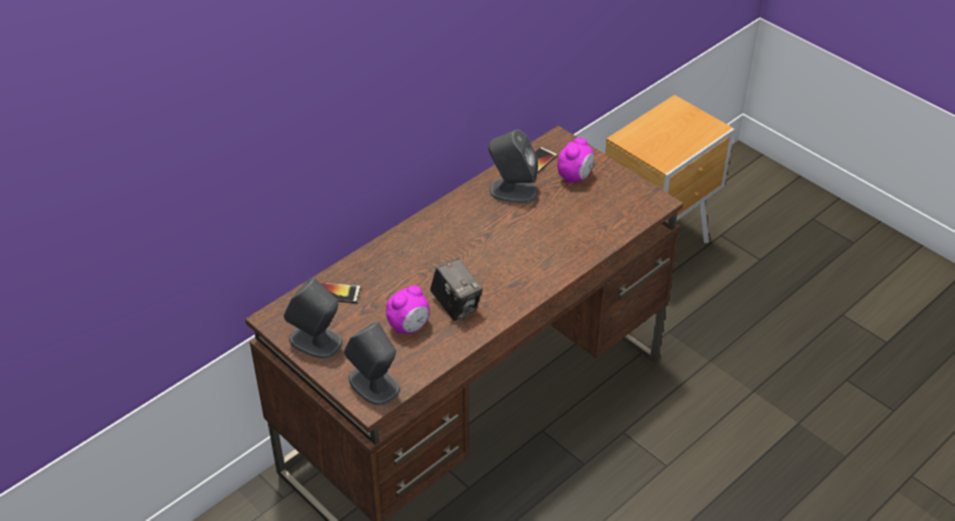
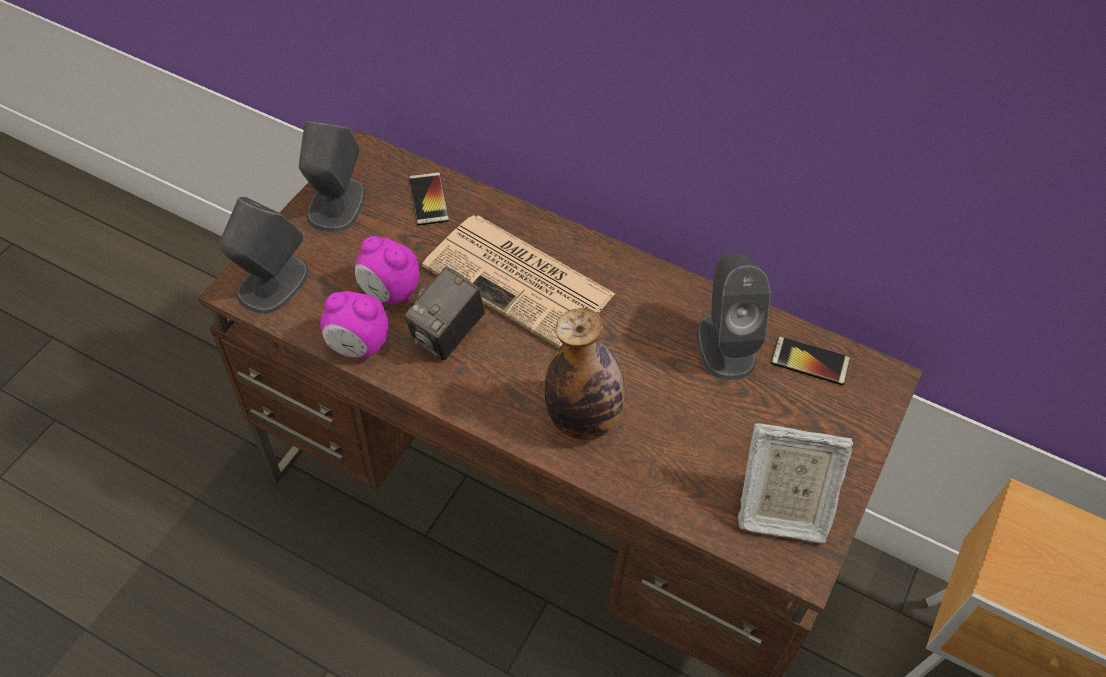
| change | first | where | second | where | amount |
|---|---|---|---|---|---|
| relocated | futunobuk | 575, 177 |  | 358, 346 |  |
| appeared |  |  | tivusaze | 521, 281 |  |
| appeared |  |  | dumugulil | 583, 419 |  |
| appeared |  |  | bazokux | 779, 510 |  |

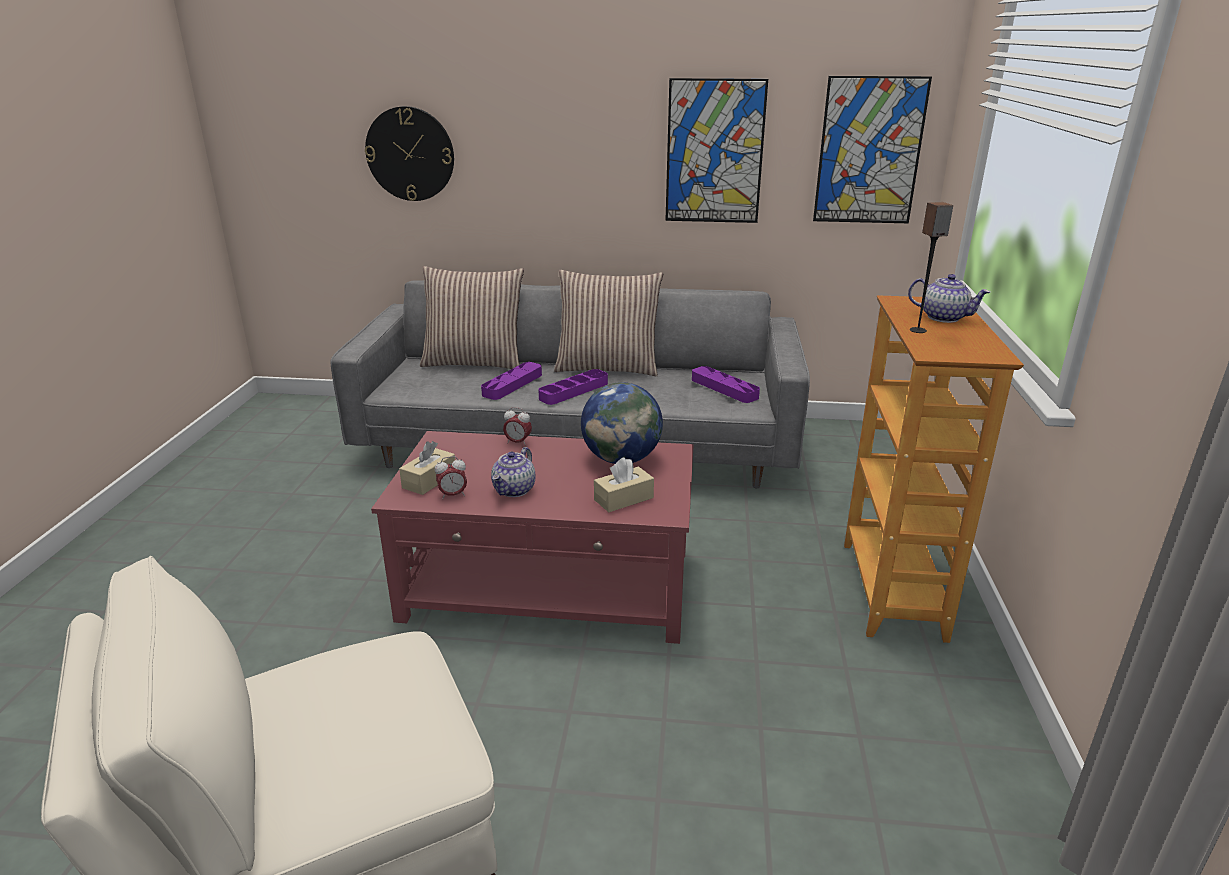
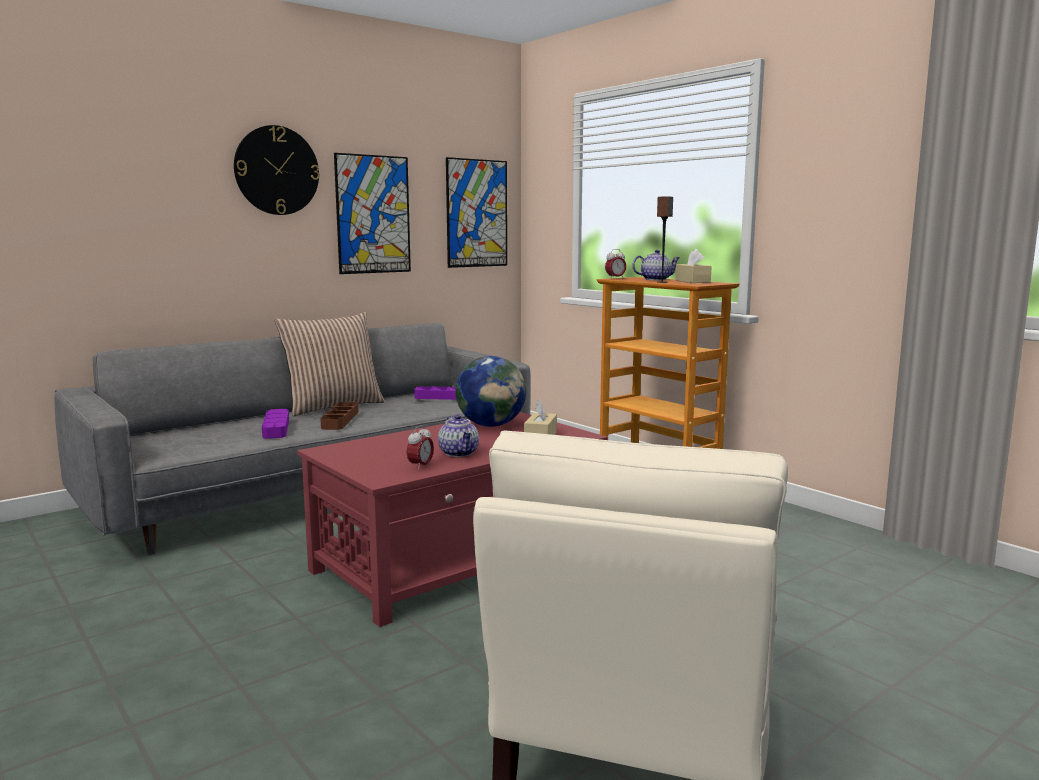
| change | first | where | second | where | amount |
|---|---|---|---|---|---|
| relocated | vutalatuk | 410, 154 |  | 277, 170 |  |
| missing | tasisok | 474, 362 |  |  |  |
| colour | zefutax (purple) | 574, 391 | zefutax (brown) | 340, 420 |  |
| relocated | futunobuk | 518, 442 |  | 615, 278 |  |
| relocated | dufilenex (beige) | 429, 480 |  | 692, 281 |  |

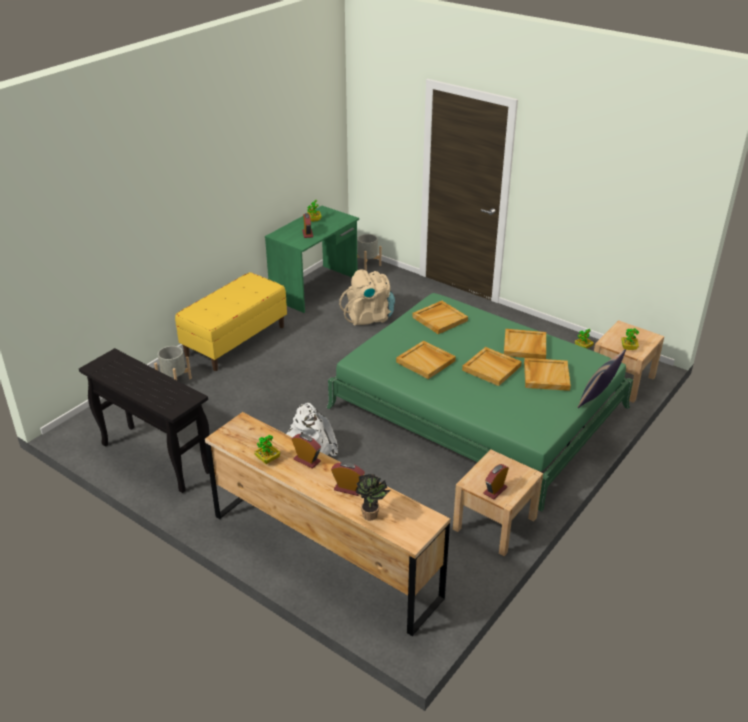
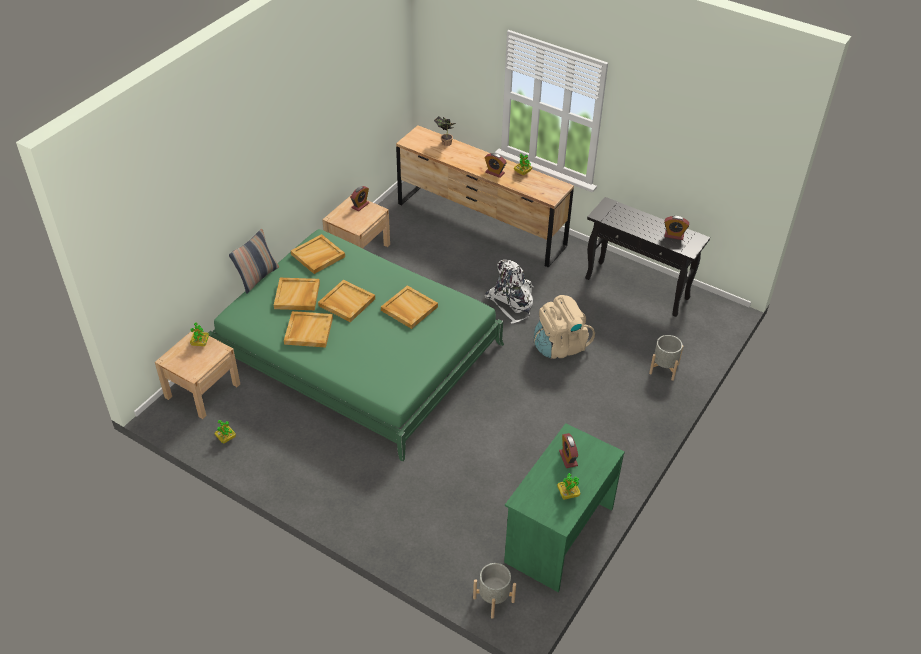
| change | first | where | second | where | amount |
|---|---|---|---|---|---|
| relocated | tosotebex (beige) | 369, 317 |  | 560, 346 |  |
| missing | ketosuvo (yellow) | 235, 341 |  |  |  |
| relocated | zefutax (beige) | 440, 319 |  | 318, 256 |  |
| relocated | futunobuk | 348, 489 |  | 674, 235 |  |

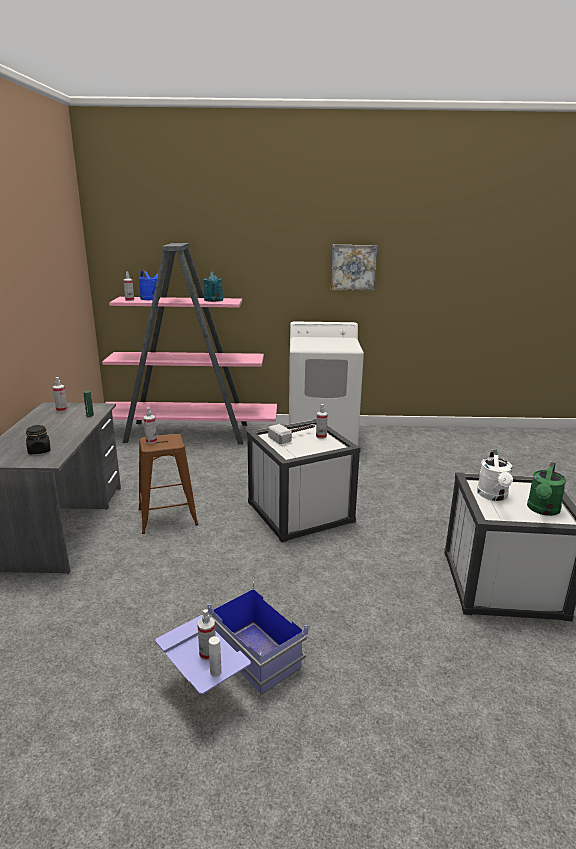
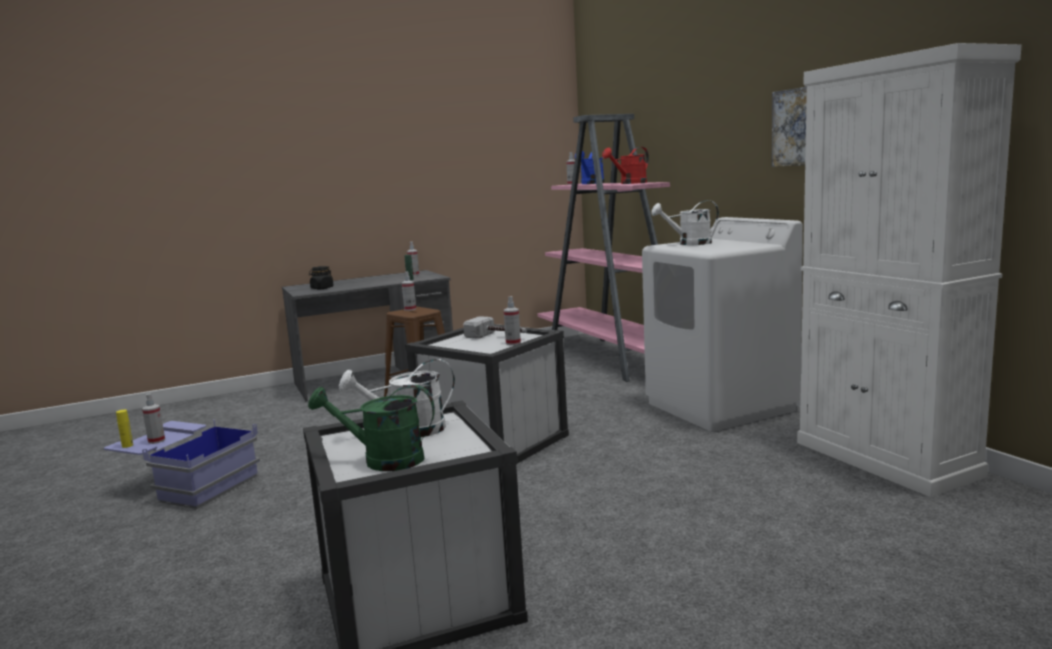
| change | first | where | second | where | amount |
|---|---|---|---|---|---|
| colour | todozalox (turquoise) | 214, 300 | todozalox (red) | 630, 183 |  |
| colour | dumugulil (white) | 215, 672 | dumugulil (yellow) | 127, 445 |  |
| appeared |  |  | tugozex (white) | 885, 459 |  |
| appeared |  |  | todozalox (white) | 689, 243 |  |

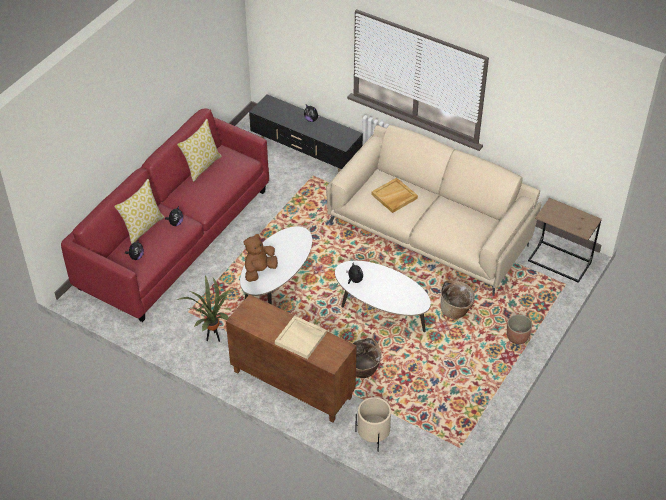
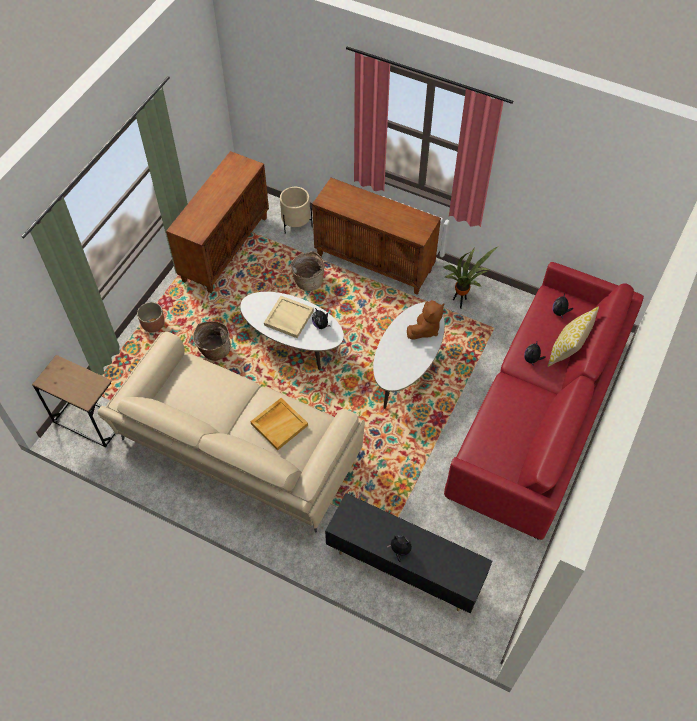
| change | first | where | second | where | amount |
|---|---|---|---|---|---|
| missing | tasisok | 202, 166 |  |  |  |
| relocated | zefutax (beige) | 301, 338 |  | 288, 318 |  |
| appeared |  |  | tugozex (brown) | 225, 248 |  |

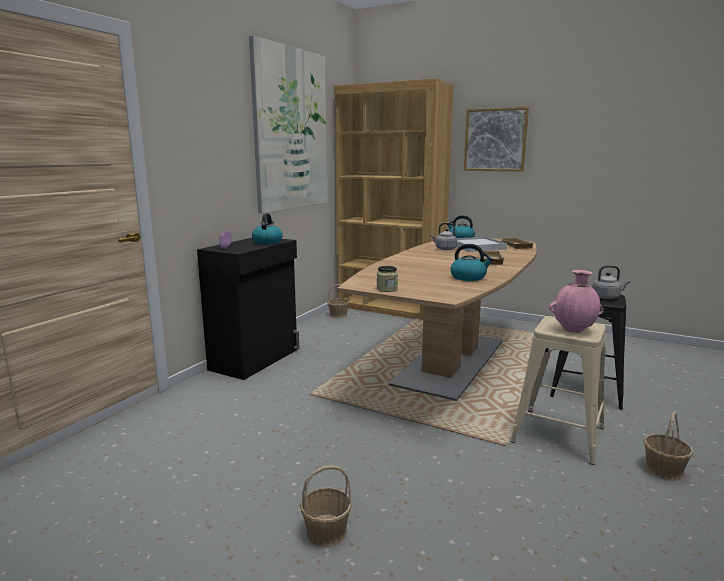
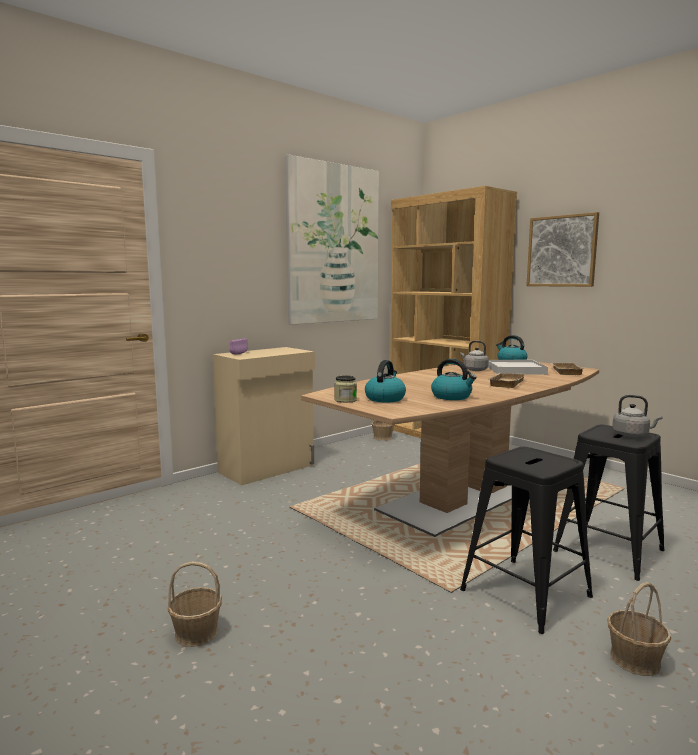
| change | first | where | second | where | amount |
|---|---|---|---|---|---|
| relocated | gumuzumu | 267, 242 |  | 385, 398 |  |
| colour | tugozex (black) | 256, 359 | tugozex (beige) | 268, 469 |  |
| missing | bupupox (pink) | 574, 330 |  |  |  |
| colour | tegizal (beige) | 558, 435 | tegizal (black) | 525, 593 |  |

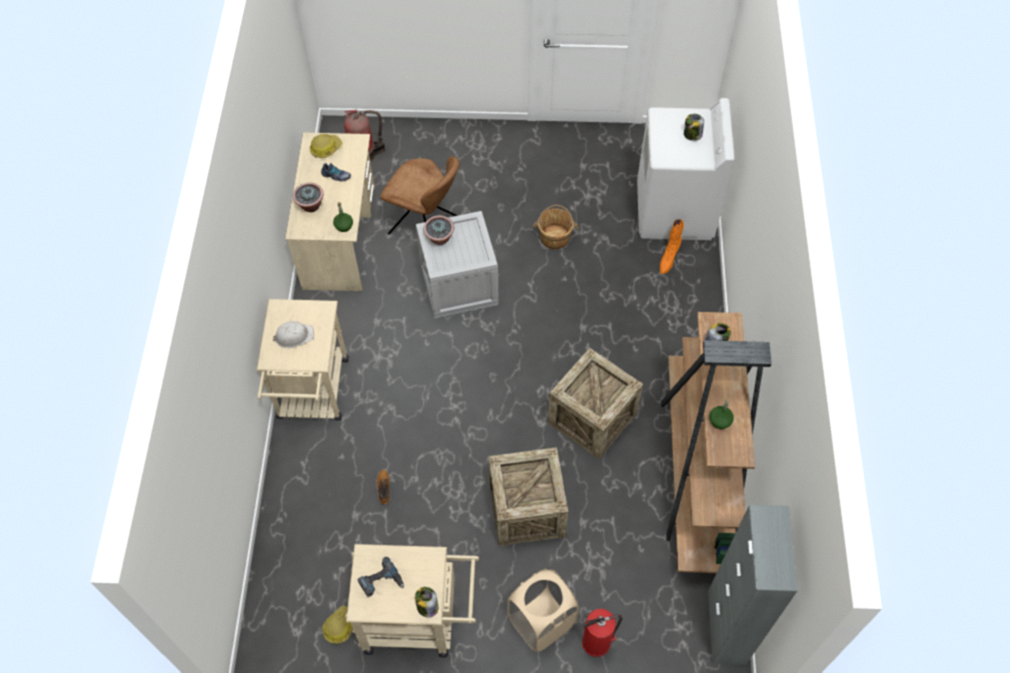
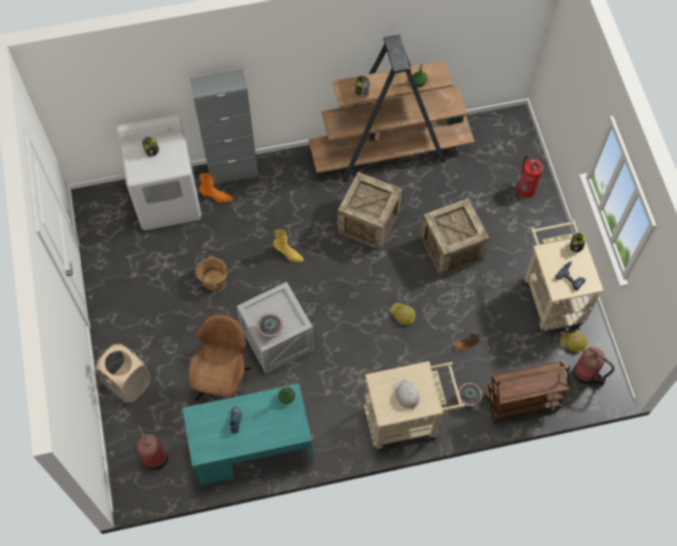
| change | first | where | second | where | amount |
|---|---|---|---|---|---|
| colour | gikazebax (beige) | 339, 237 | gikazebax (turquoise) | 252, 448 |  |
| relocated | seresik | 325, 148 |  | 403, 315 |  |
| relocated | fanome | 310, 206 |  | 468, 399 |  |
| relocated | tugozex (grey) | 726, 627 |  | 233, 171 |  |
| relocated | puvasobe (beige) | 541, 622 |  | 128, 383 |  |
| appeared |  |  | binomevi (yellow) | 288, 254 |  |
| appeared |  |  | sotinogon | 586, 375 |  |
| appeared |  |  | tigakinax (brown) | 521, 402 |  |

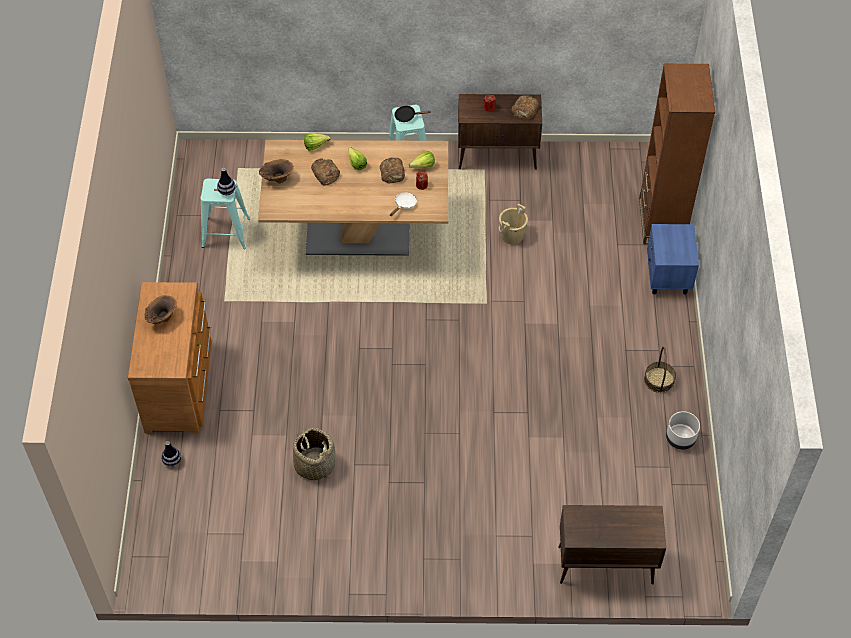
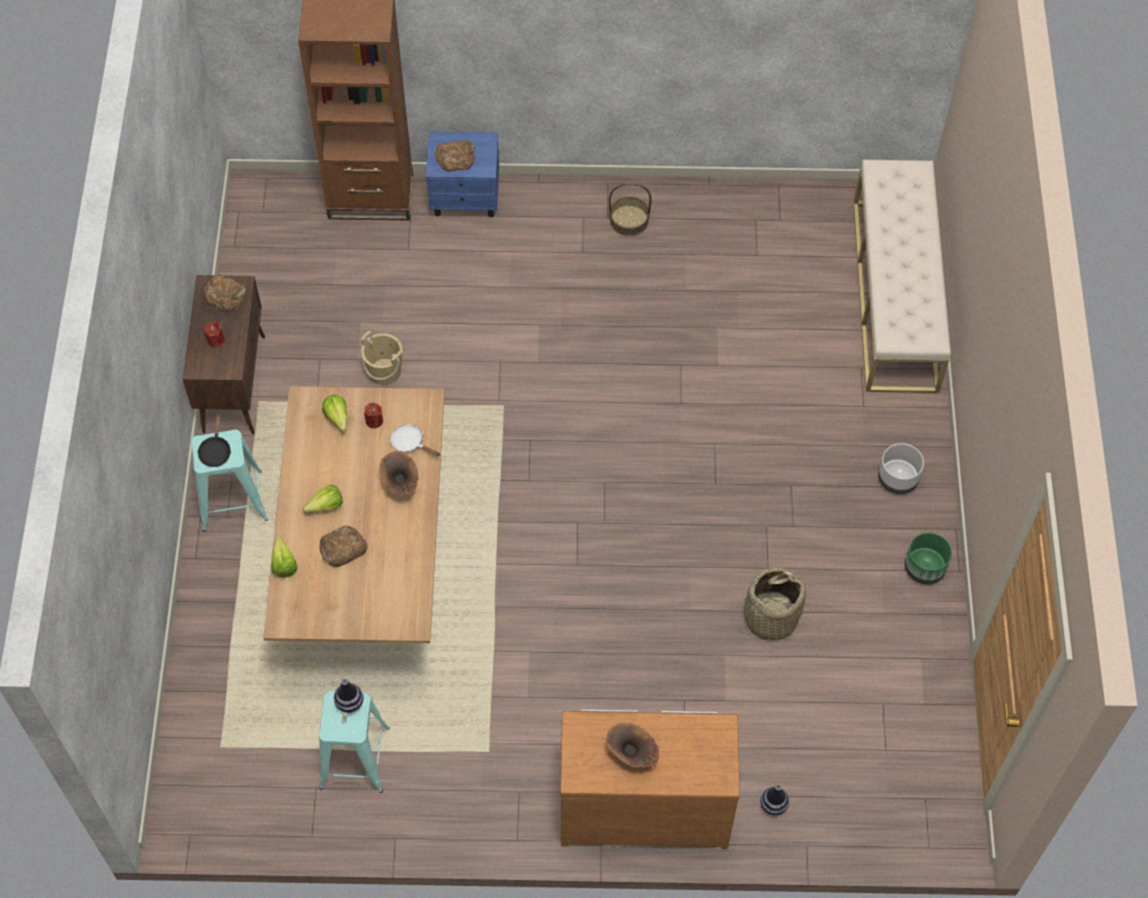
| change | first | where | second | where | amount |
|---|---|---|---|---|---|
| relocated | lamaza | 392, 173 |  | 455, 158 |  |
| relocated | bupupox (brown) | 277, 179 |  | 400, 485 |  |
| relocated | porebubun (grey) | 680, 439 |  | 897, 479 |  |
| exchanged | tugozex (brown) | 604, 565 | ketosuvo (beige) | 895, 295 |  |
| appeared |  |  | porebubun (green) | 924, 568 |  |

